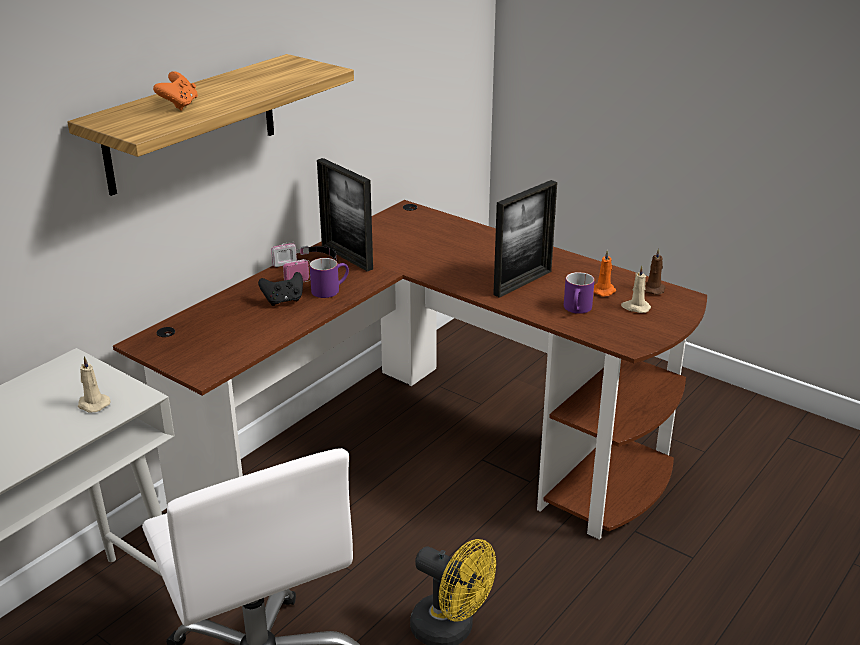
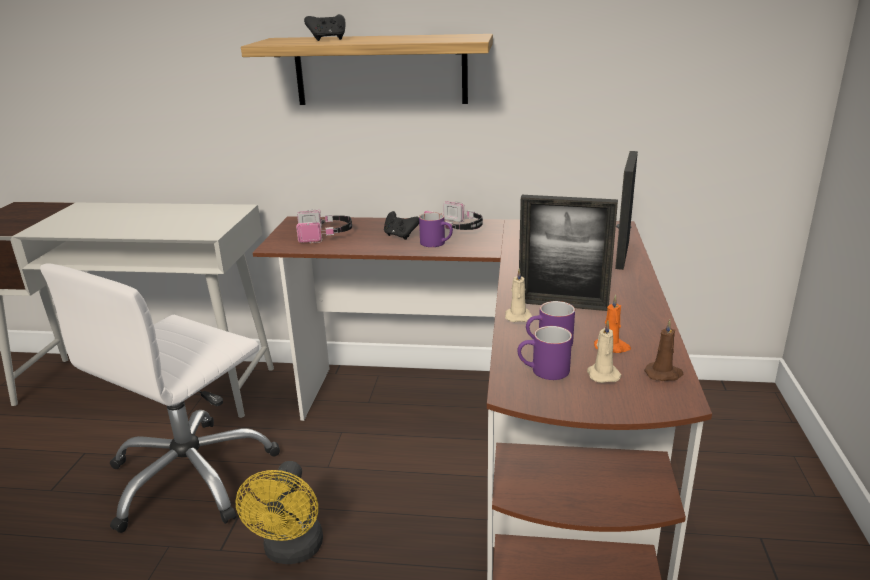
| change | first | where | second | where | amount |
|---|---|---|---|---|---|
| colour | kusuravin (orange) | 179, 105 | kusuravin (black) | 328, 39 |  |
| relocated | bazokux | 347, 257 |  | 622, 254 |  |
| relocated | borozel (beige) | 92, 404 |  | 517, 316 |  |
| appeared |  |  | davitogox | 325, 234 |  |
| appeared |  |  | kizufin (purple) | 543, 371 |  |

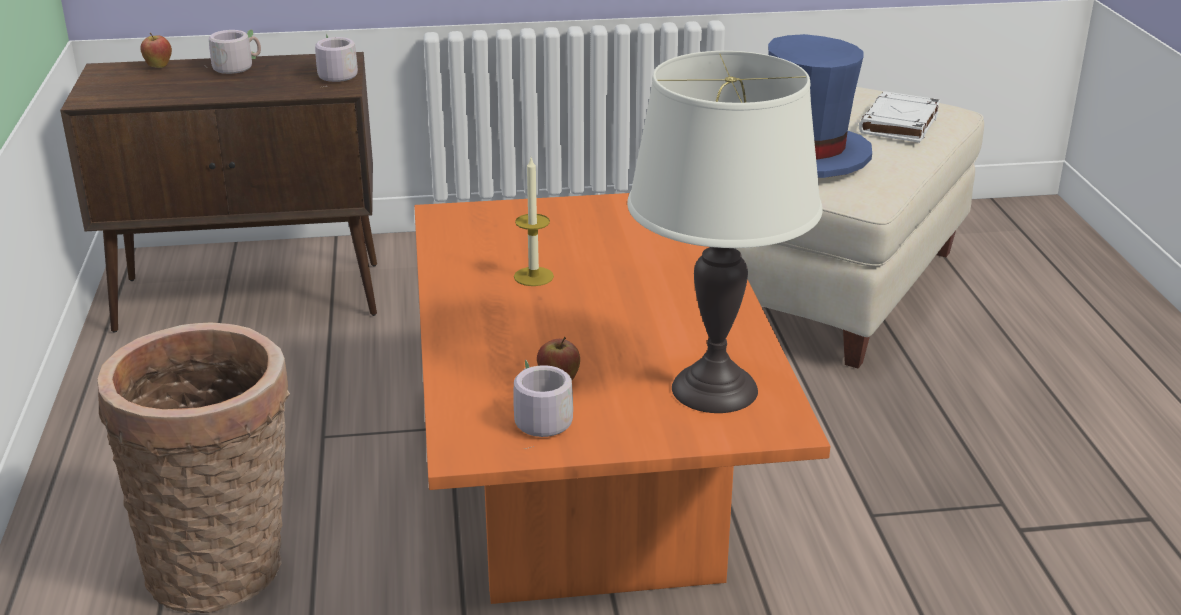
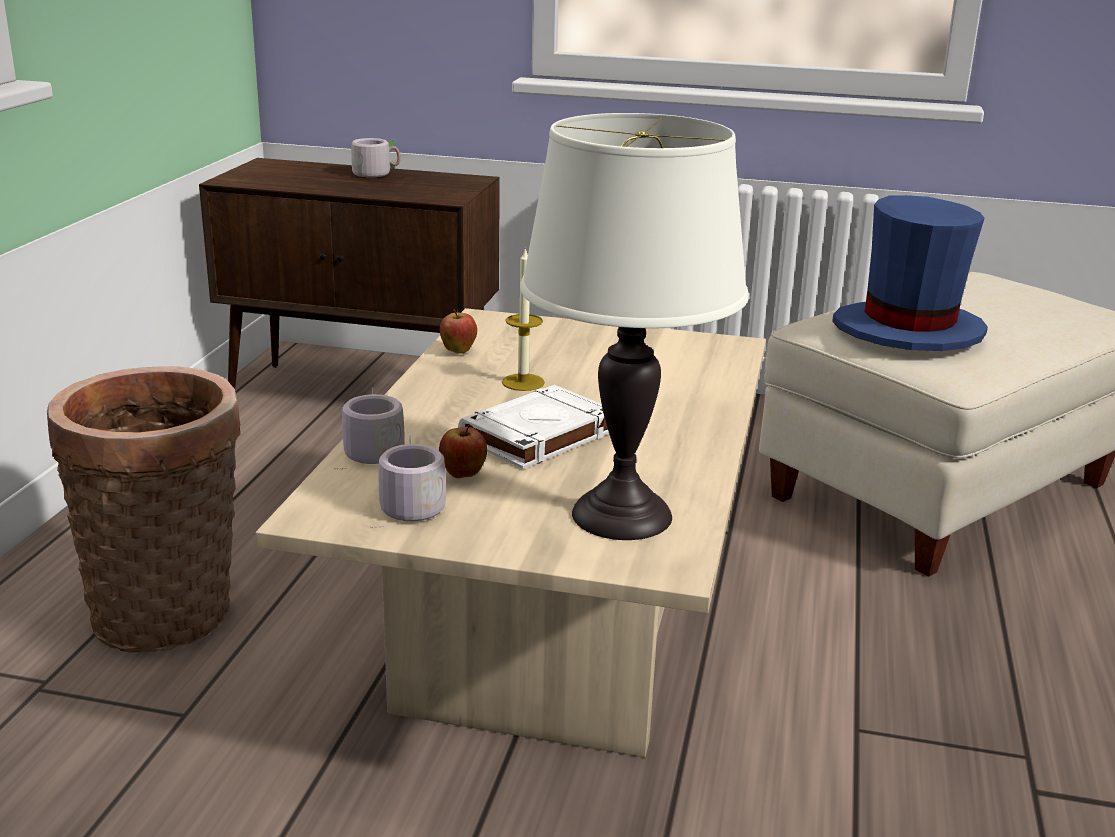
| change | first | where | second | where | amount |
|---|---|---|---|---|---|
| relocated | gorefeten | 158, 67 |  | 458, 352 |  |
| relocated | kizufin (grey) | 334, 75 |  | 370, 450 |  |
| relocated | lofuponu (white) | 899, 124 |  | 537, 436 |  |
| colour | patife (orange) | 590, 504 | patife (beige) | 551, 643 |  |

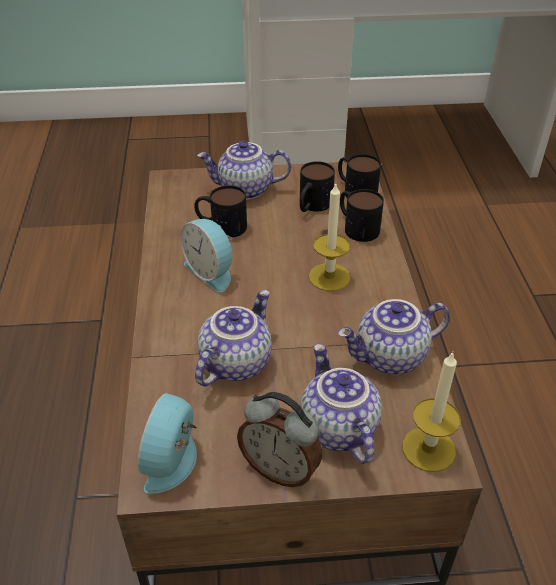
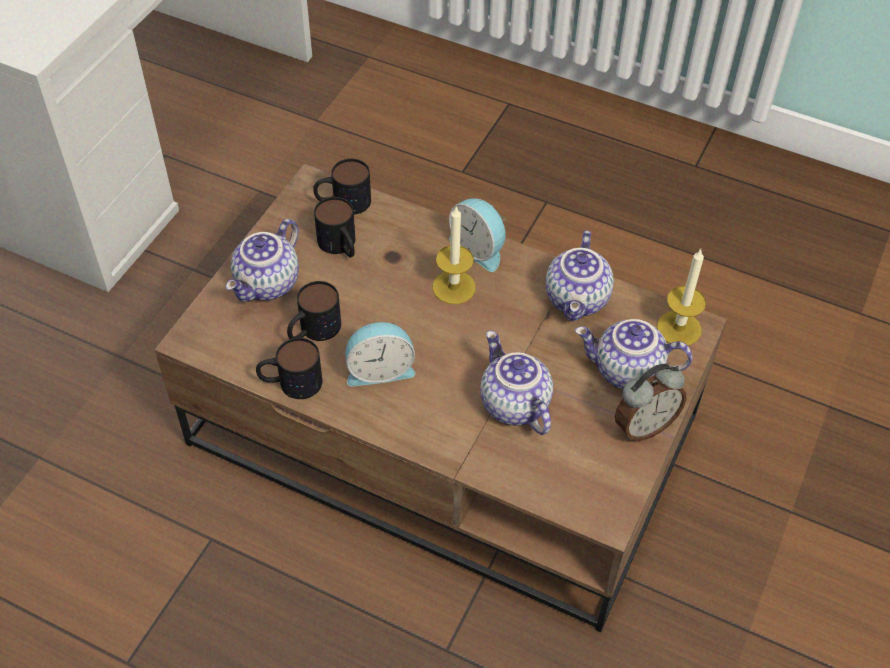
| change | first | where | second | where | amount |
|---|---|---|---|---|---|
| relocated | kizufin | 356, 226 |  | 290, 383 |  |
| relocated | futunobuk | 175, 461 |  | 479, 248 |  |

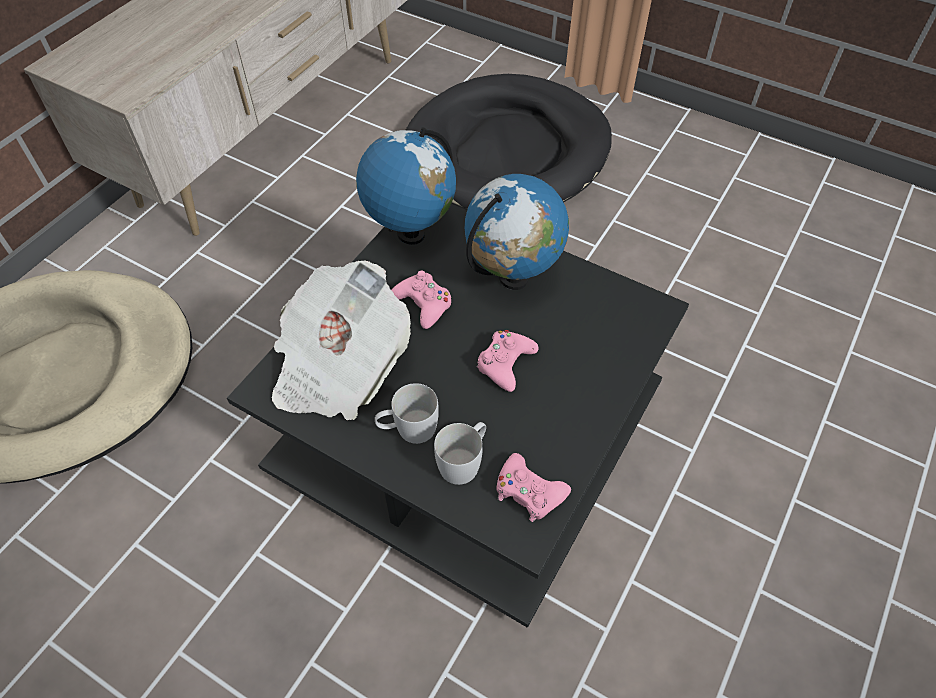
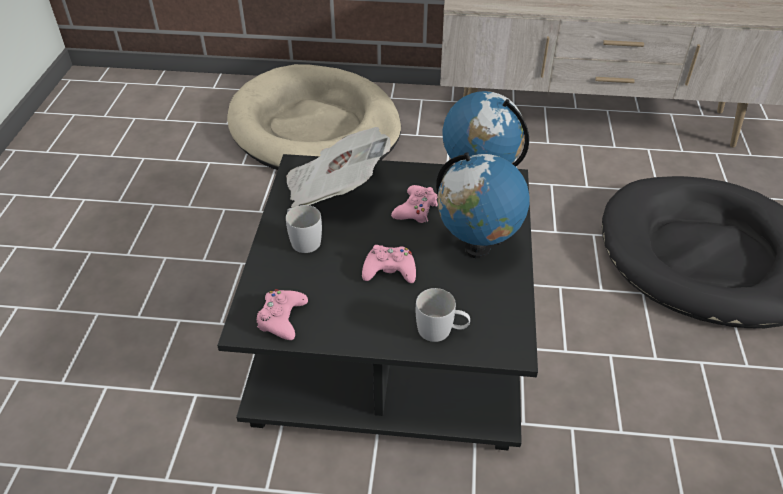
| change | first | where | second | where | amount |
|---|---|---|---|---|---|
| relocated | kizufin (white) | 464, 461 |  | 441, 331 |  |

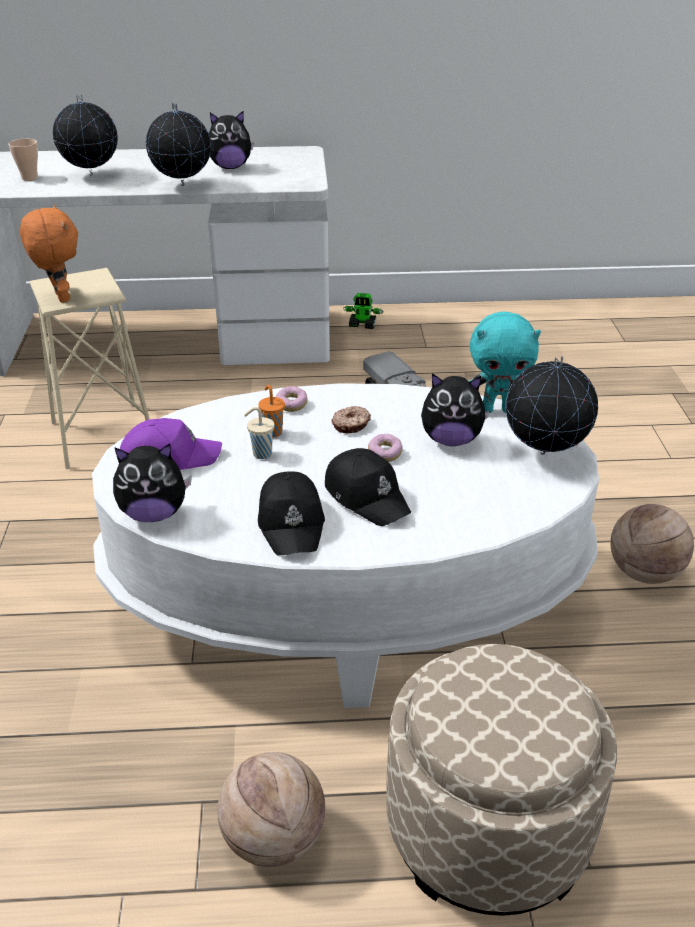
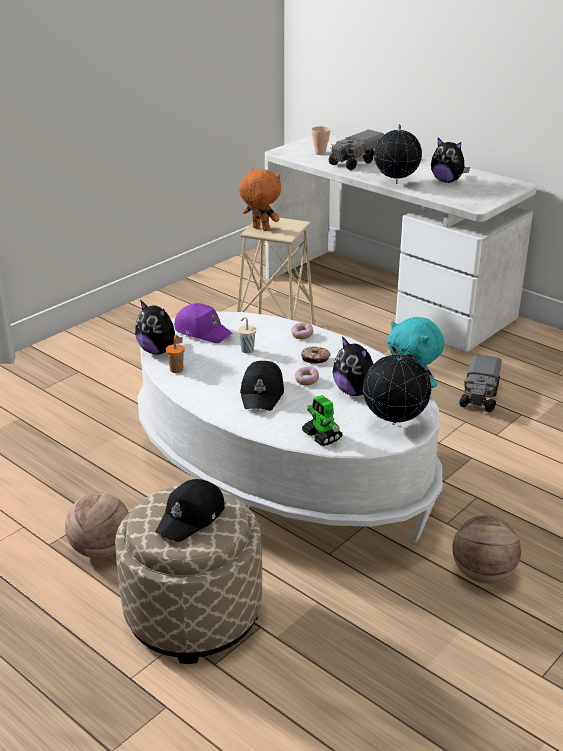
| change | first | where | second | where | amount |
|---|---|---|---|---|---|
| exchanged | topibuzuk | 92, 175 | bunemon | 356, 162 |  |
| spun | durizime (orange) | 60, 297 |  | 260, 229 | 75 degrees counterclockwise |
| relocated | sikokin | 363, 325 |  | 322, 436 |  |
| relocated | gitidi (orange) | 272, 432 |  | 177, 369 |  |
| relocated | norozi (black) | 292, 522 |  | 191, 518 |  |

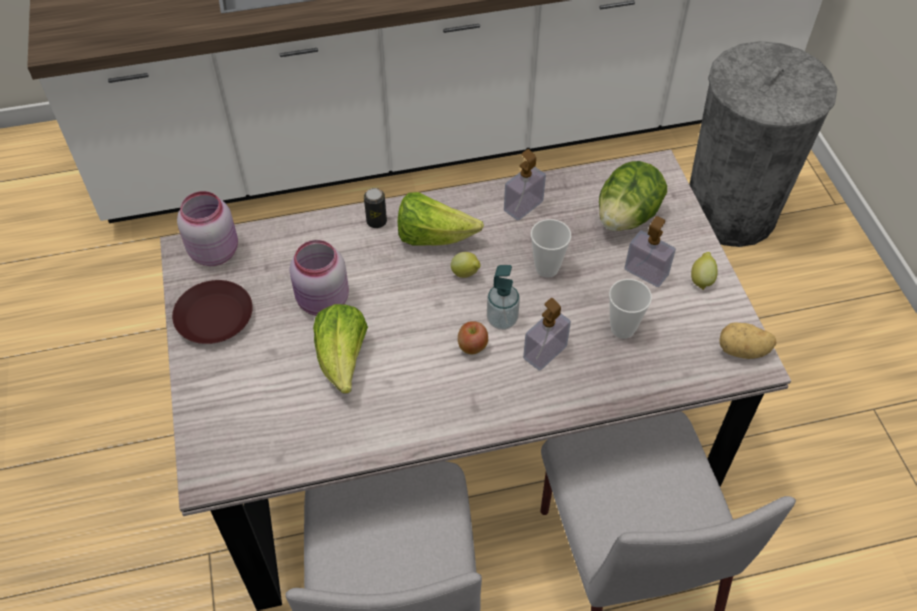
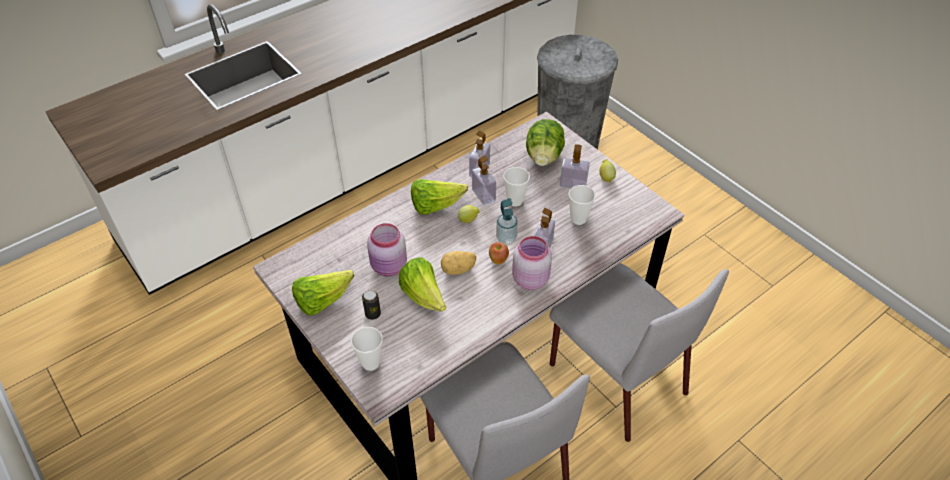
| change | first | where | second | where | amount |
|---|---|---|---|---|---|
| relocated | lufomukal | 376, 221 |  | 372, 314 |  |
| relocated | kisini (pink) | 214, 251 |  | 529, 278 |  |
| exchanged | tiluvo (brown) | 213, 317 | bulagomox | 322, 301 |  |
| relocated | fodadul | 742, 351 |  | 458, 270 |  |
| appeared |  |  | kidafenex | 483, 195 |  |
| appeared |  |  | gitidi | 370, 363 |  |

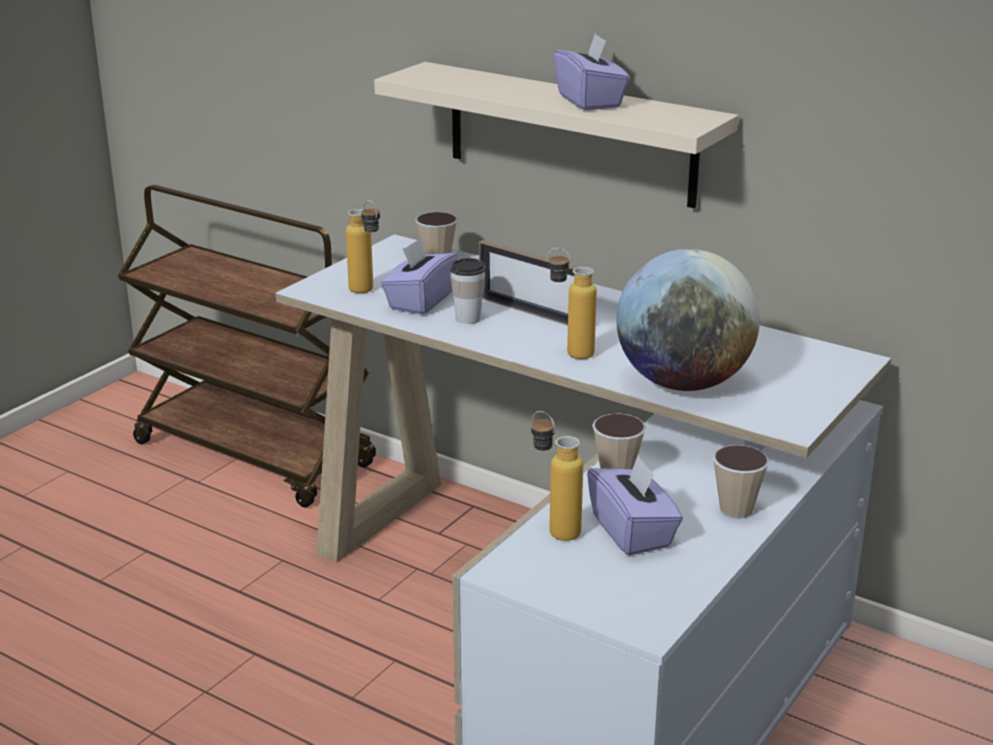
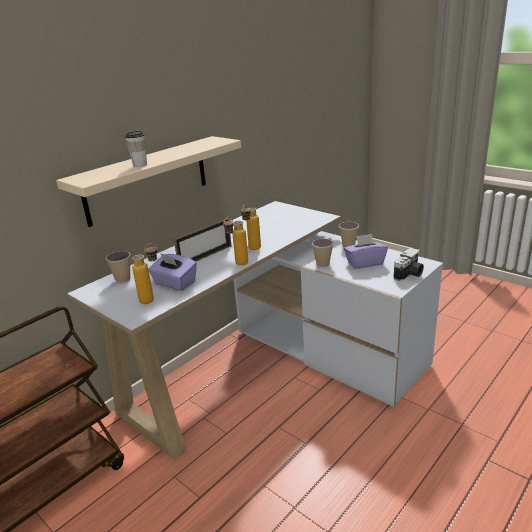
| change | first | where | second | where | amount |
|---|---|---|---|---|---|
| missing | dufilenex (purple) | 590, 101 |  |  |  |
| missing | topibuzuk | 683, 382 |  |  |  |
| relocated | gitidi | 468, 318 |  | 140, 165 |  |
| relocated | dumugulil | 554, 529 |  | 237, 264 |  |
| appeared |  |  | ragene | 409, 274 |  |

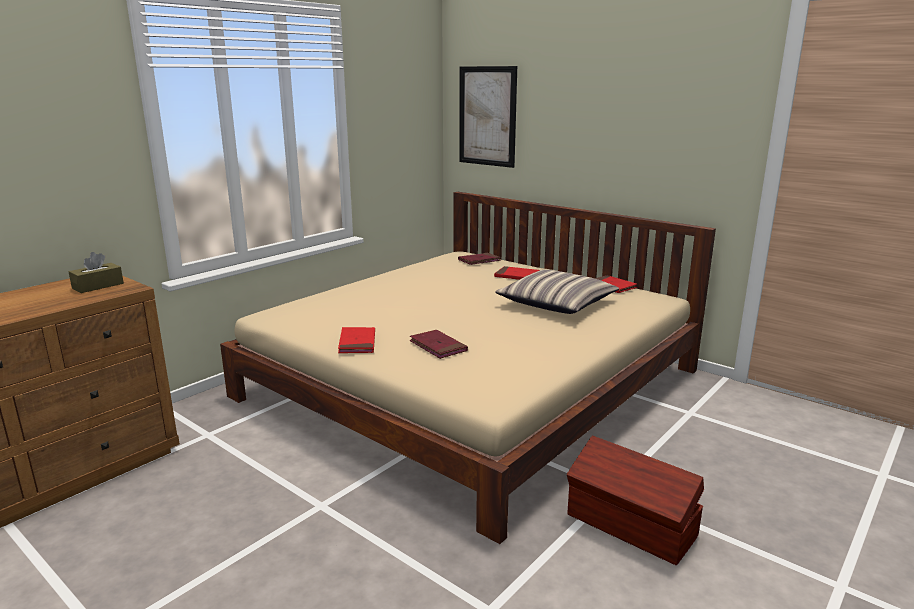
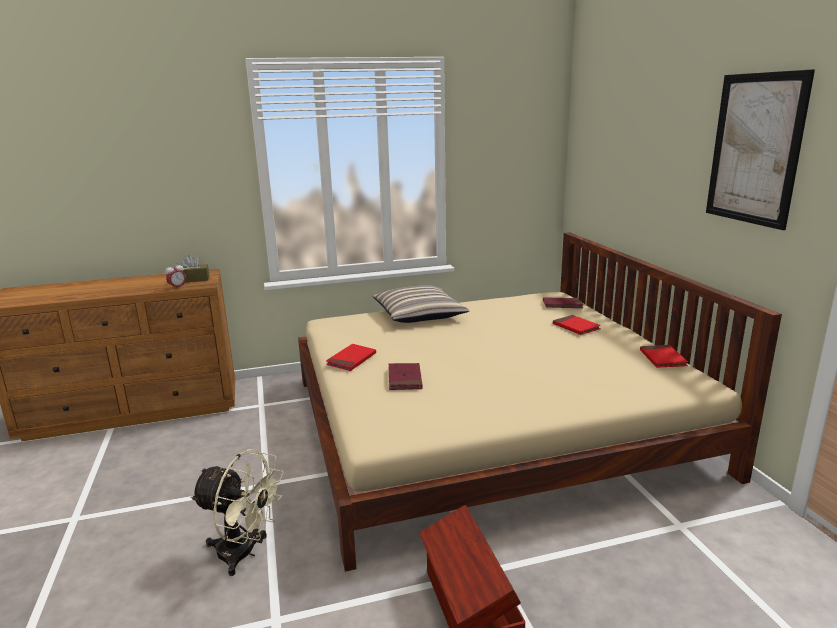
| change | first | where | second | where | amount |
|---|---|---|---|---|---|
| relocated | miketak | 487, 116 |  | 755, 149 |  |
| relocated | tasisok | 557, 304 |  | 419, 314 |  |
| appeared |  |  | futunobuk | 177, 288 |  |
| appeared |  |  | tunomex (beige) | 244, 553 |  |

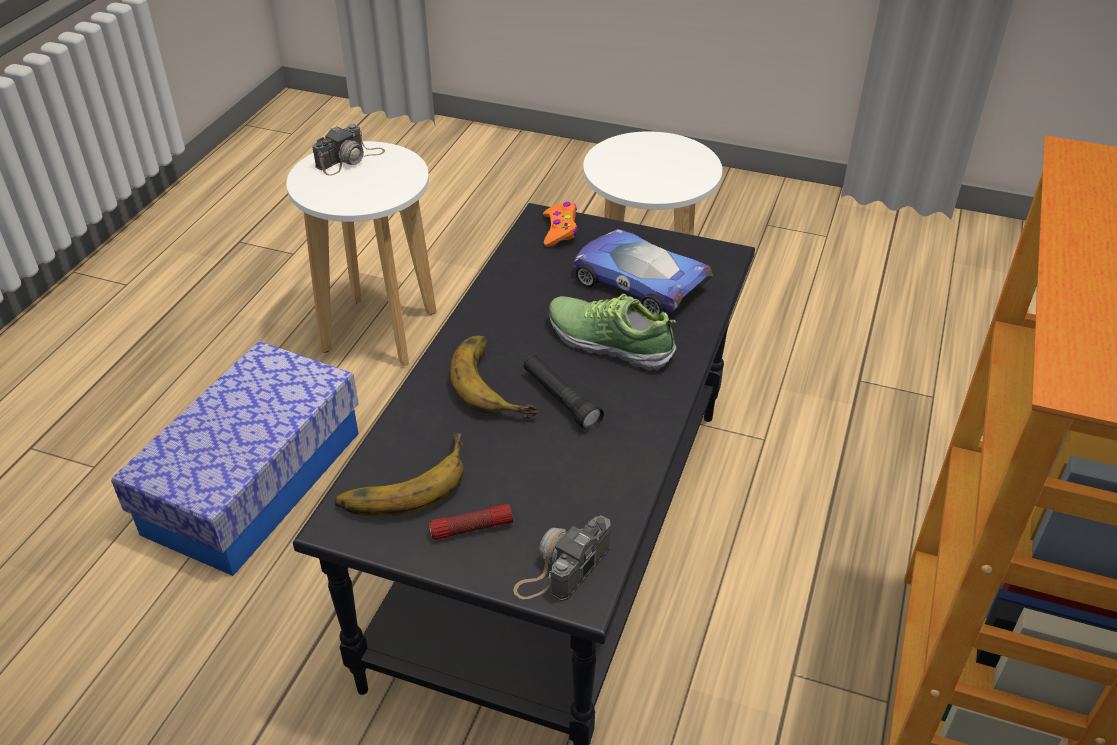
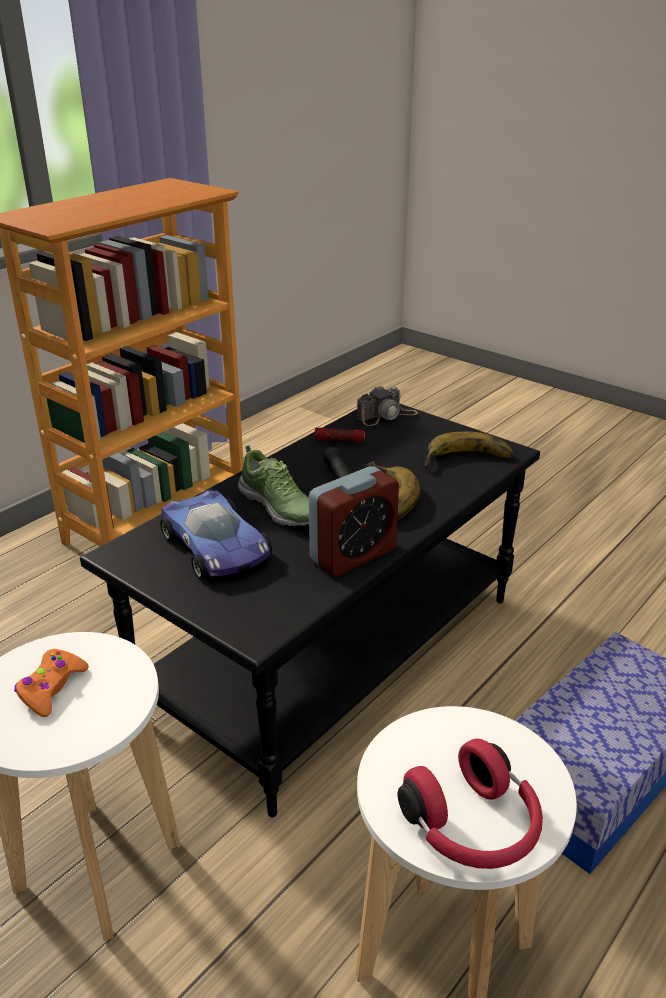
| change | first | where | second | where | amount |
|---|---|---|---|---|---|
| exchanged | ragene | 350, 159 | davitogox (red) | 473, 828 |  |
| relocated | kusuravin (orange) | 560, 230 |  | 51, 688 |  |
| relocated | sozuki | 471, 529 |  | 339, 440 |  |
| appeared |  |  | futunobuk | 353, 555 |  |

